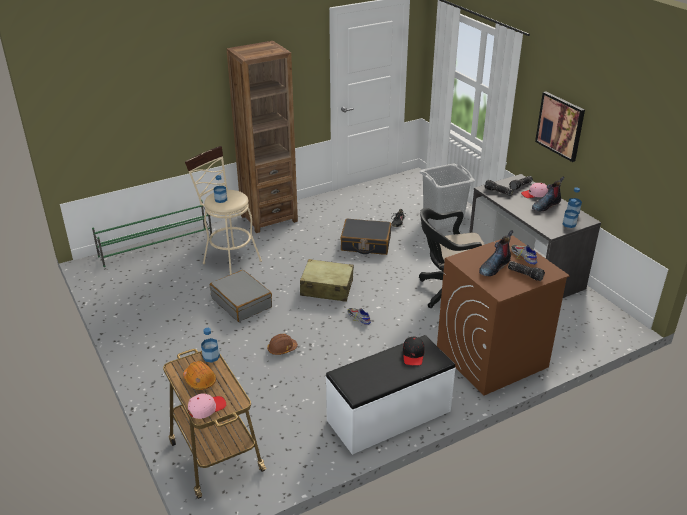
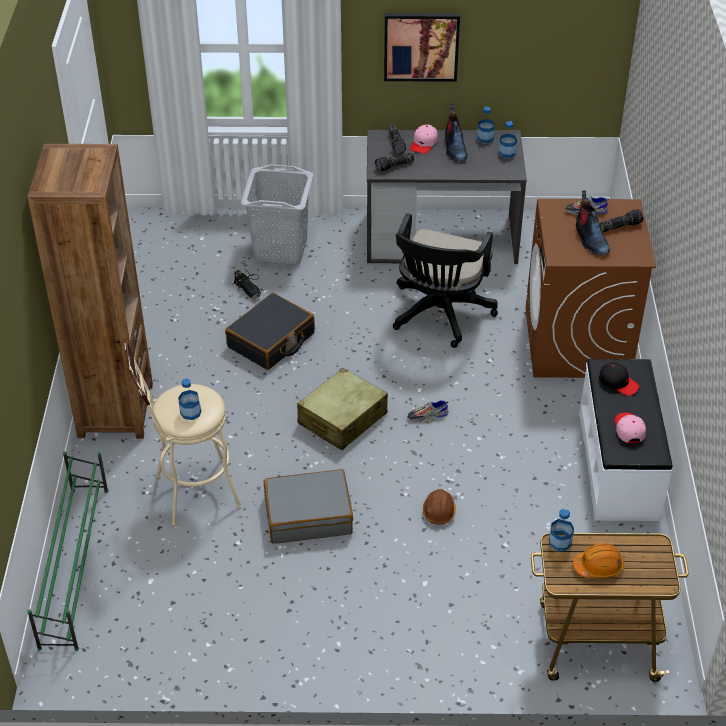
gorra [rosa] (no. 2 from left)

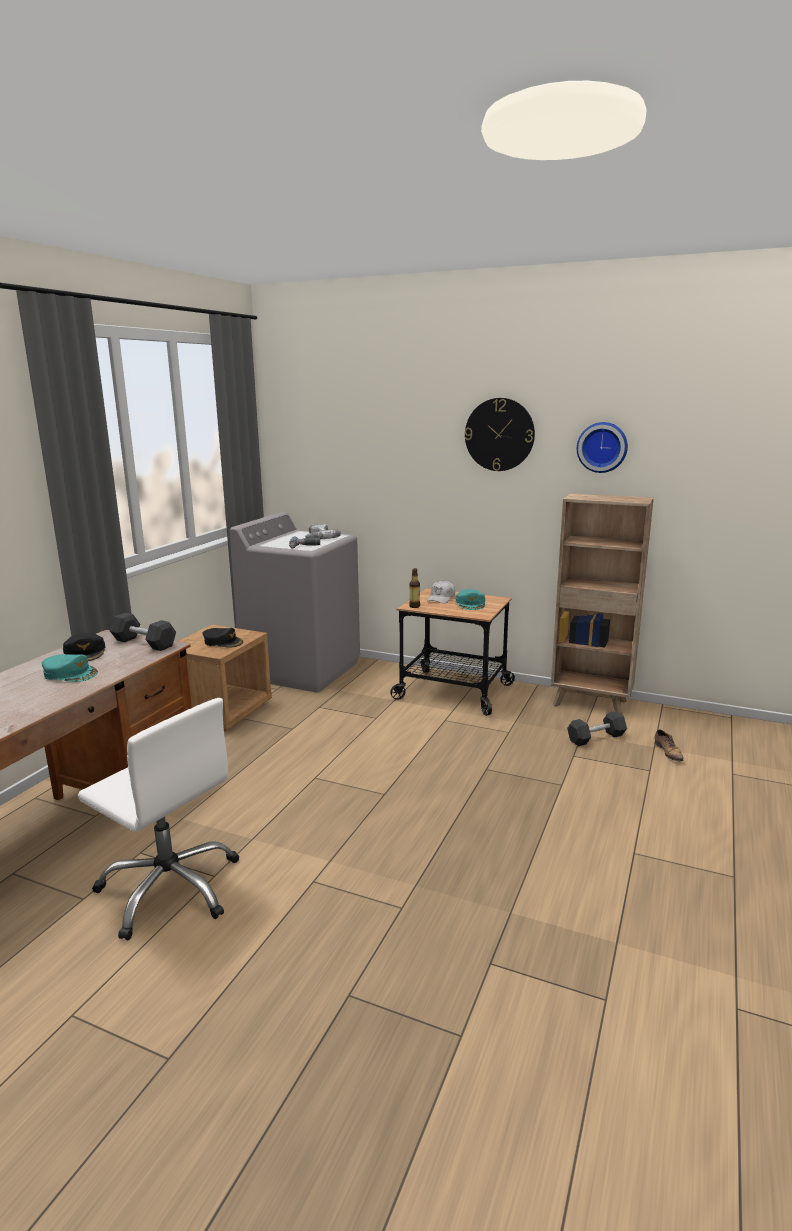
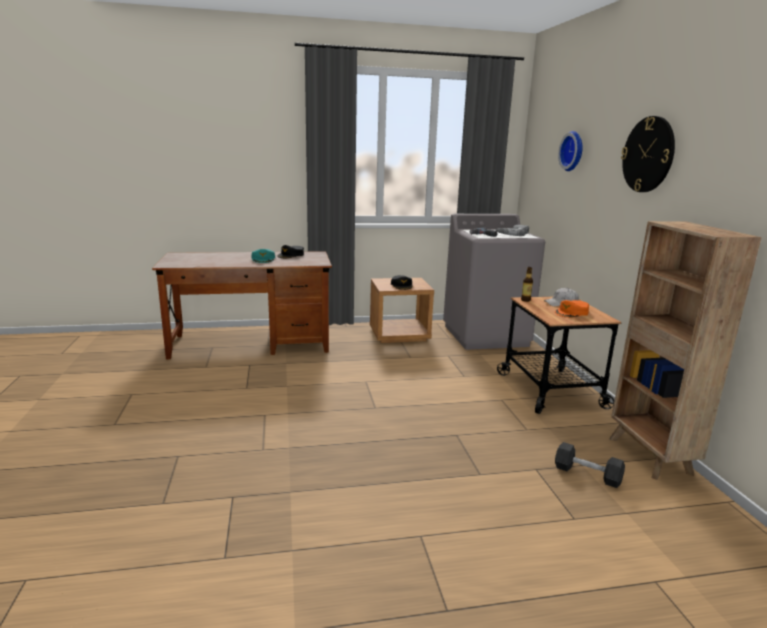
silla de oficina [blanco]; mancuerna [negro] (no. 1 from left in the first image); gorra [naranja]; reloj de pared (no. 1 from left); zapato

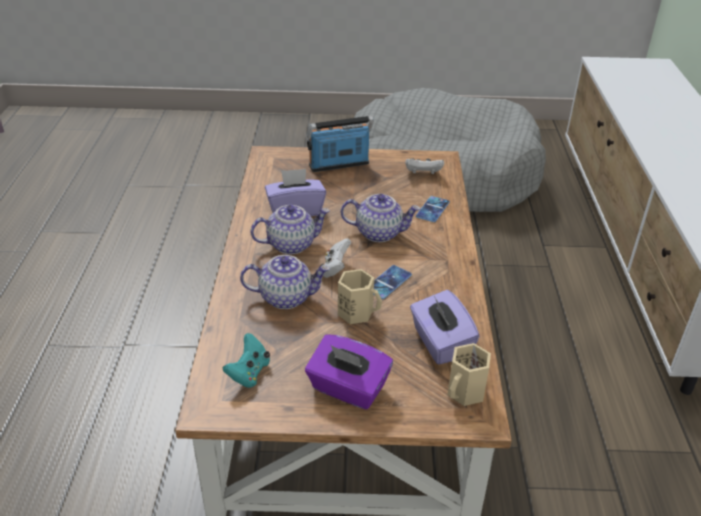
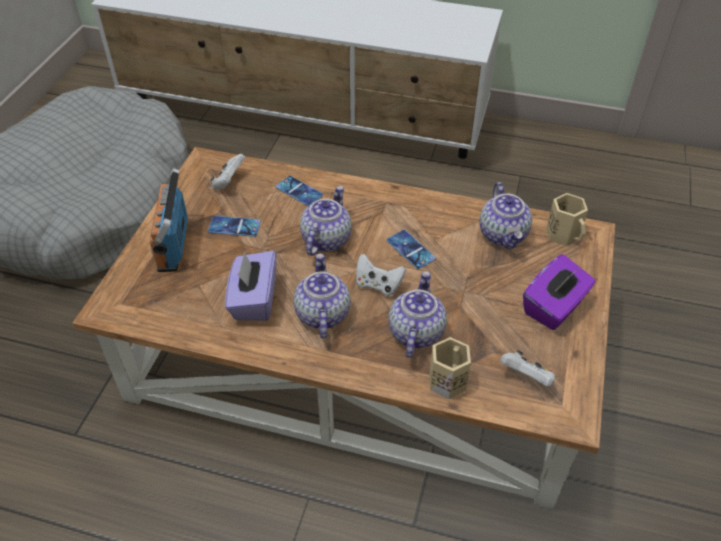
mando de consola [blanco] (no. 3 from left); taza grande [beis] (no. 1 from left); tetera (no. 4 from left); móvil (no. 1 from left)

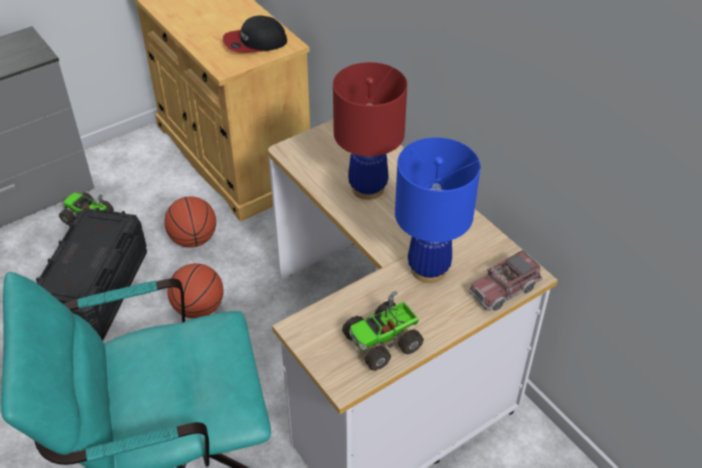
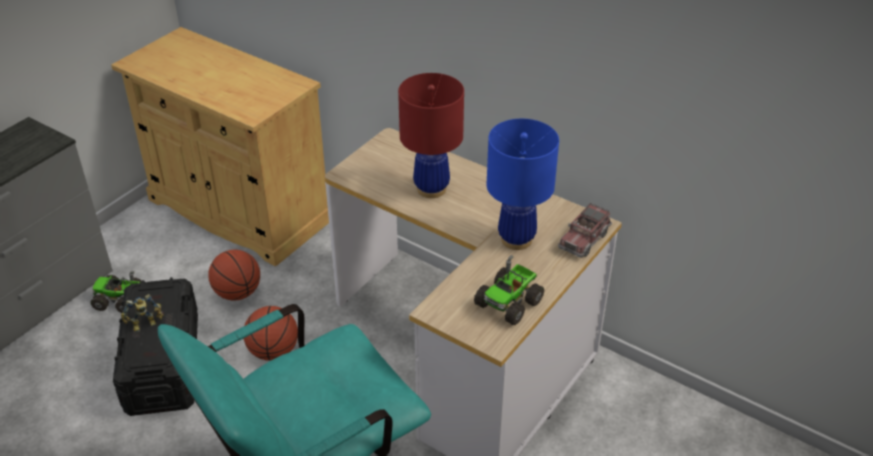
gorra; robot de juguete

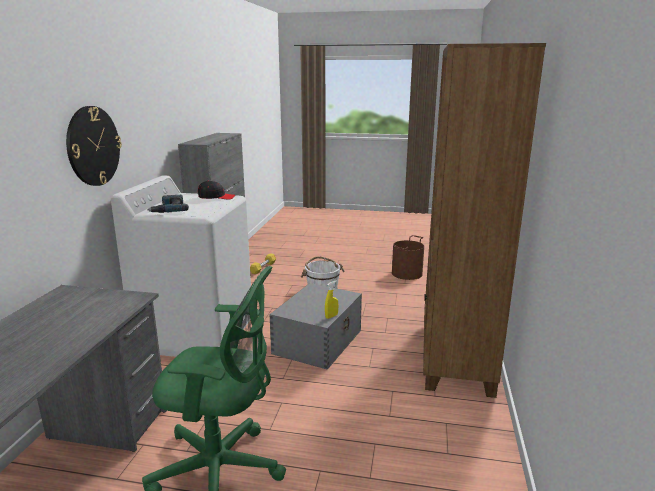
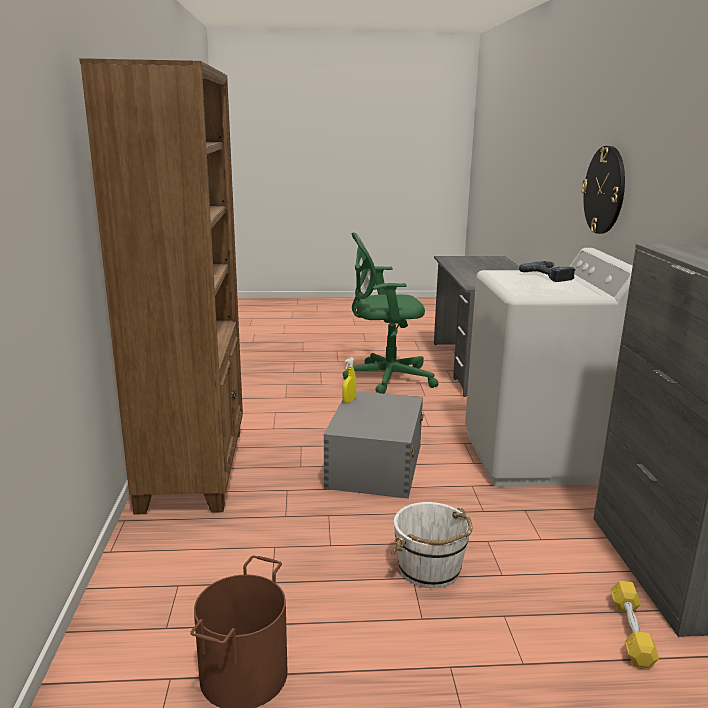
gorra [negro]

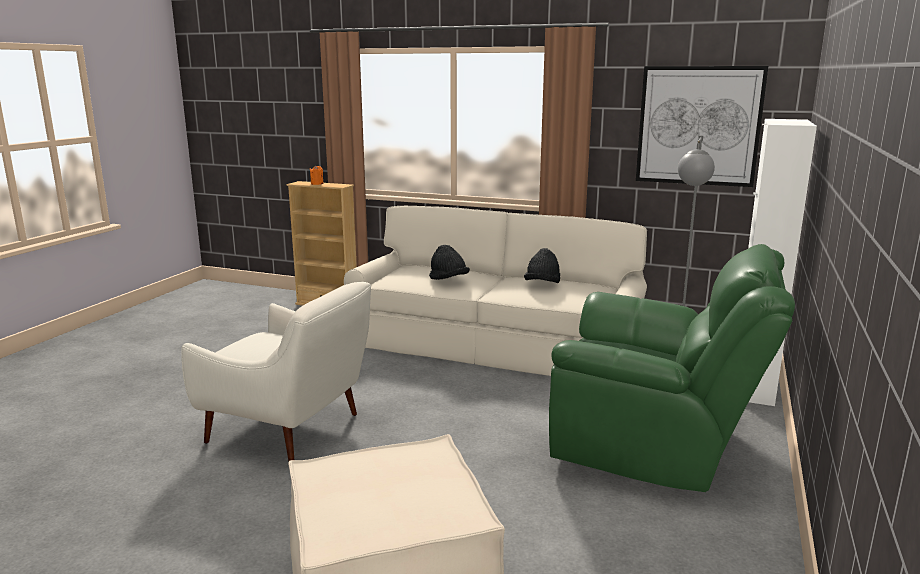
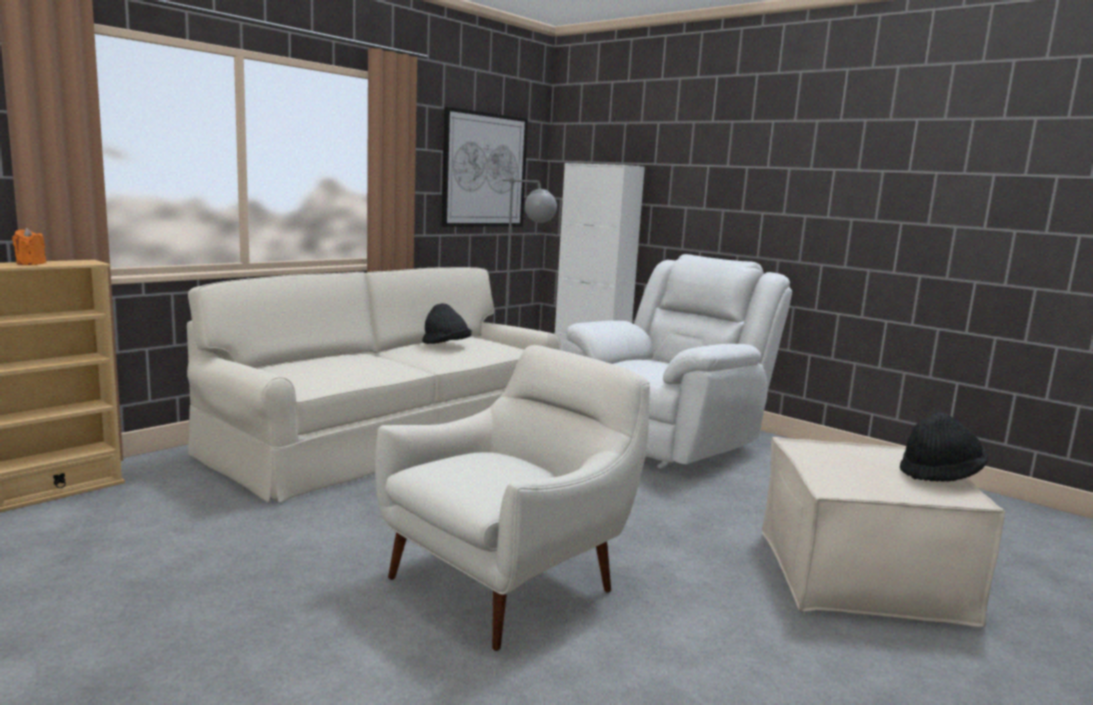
sombrero [negro] (no. 2 from left); sillón [blanco] (no. 2 from left)

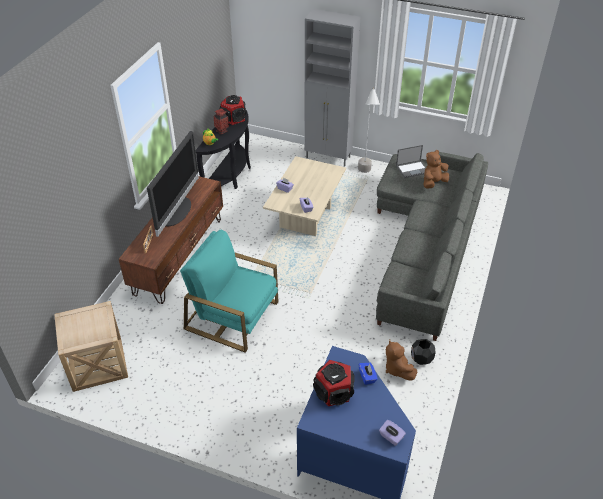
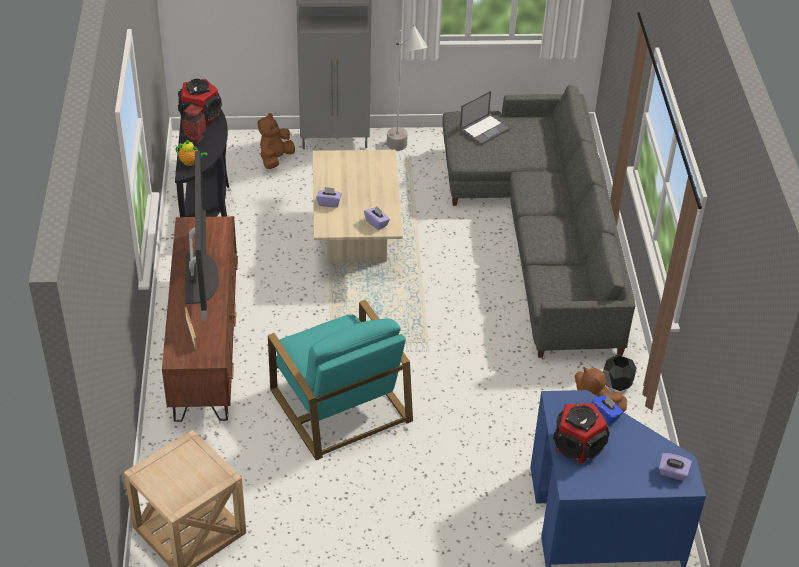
sillón [turquesa]; peluche [marrón] (no. 1 from left)

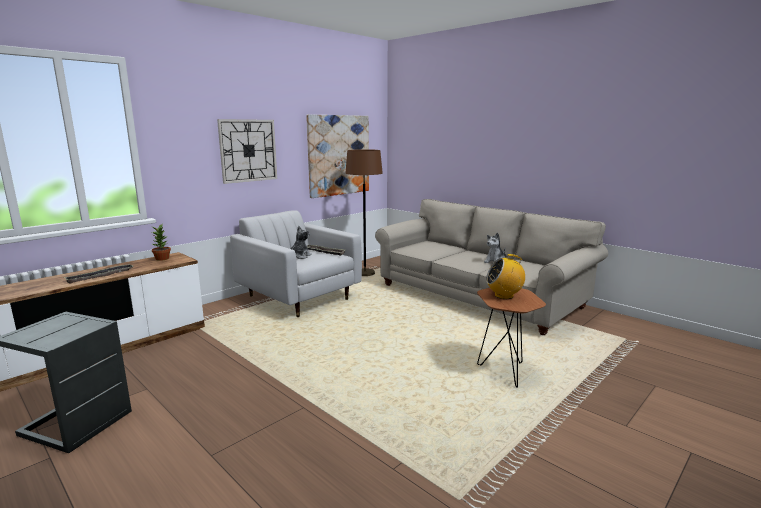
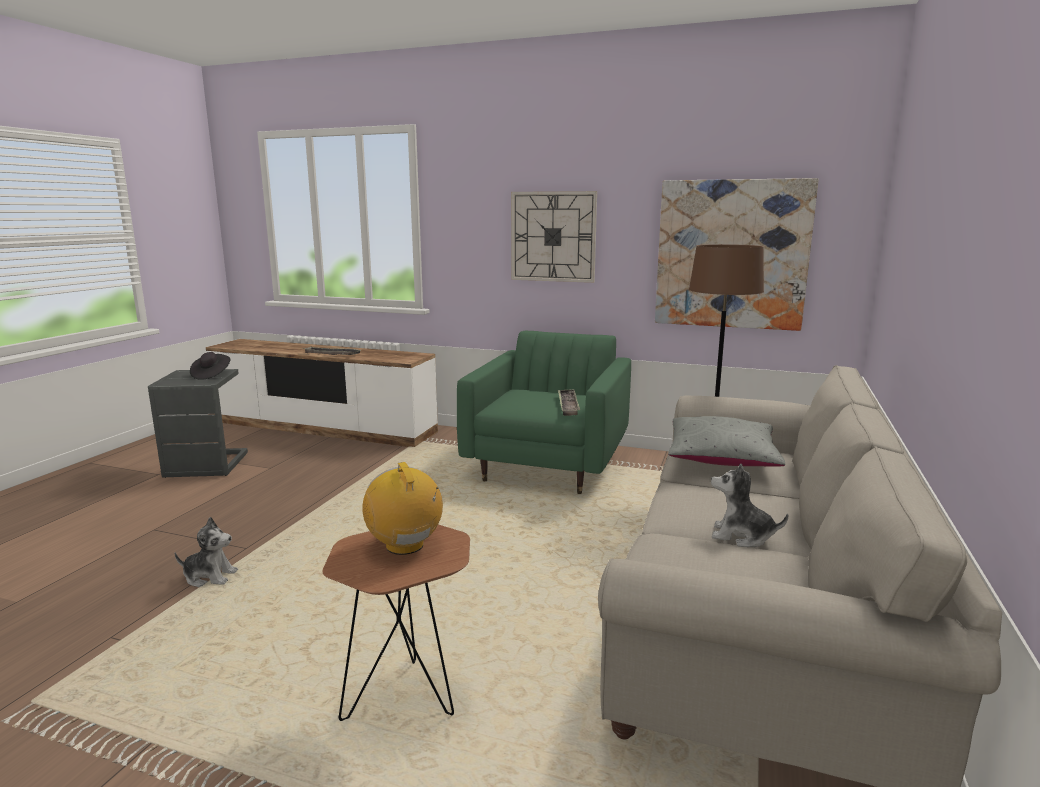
planta en maceta; sillón [verde]; peluche (no. 1 from left); sombrero [negro]; cojín [gris]

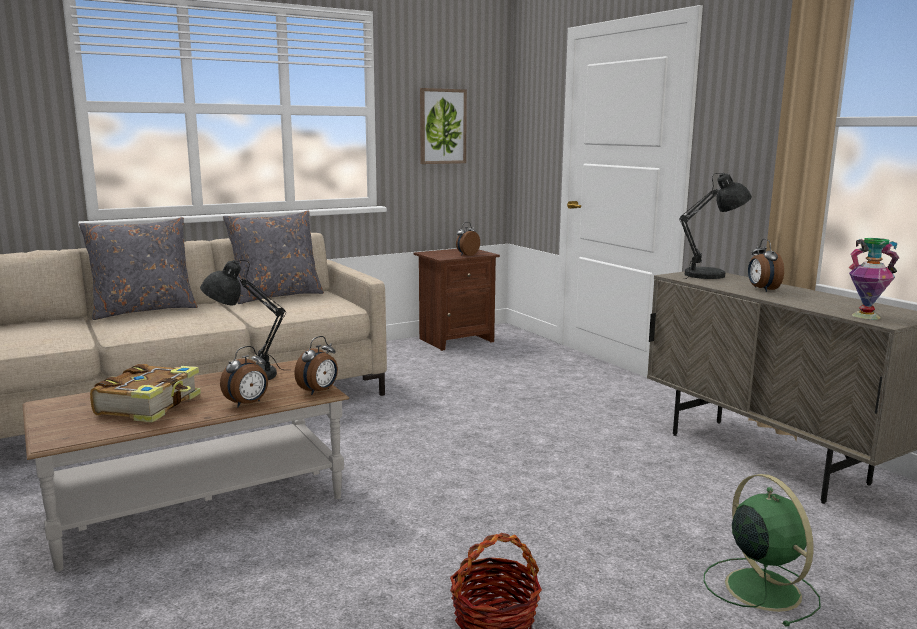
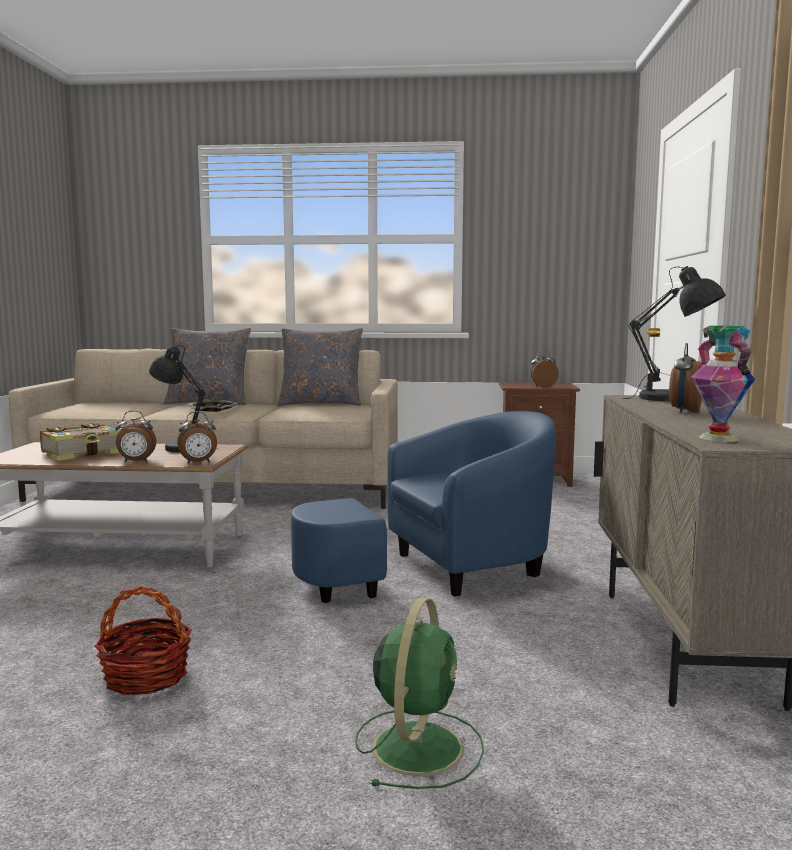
cuadro; bandeja; sillón [azul]

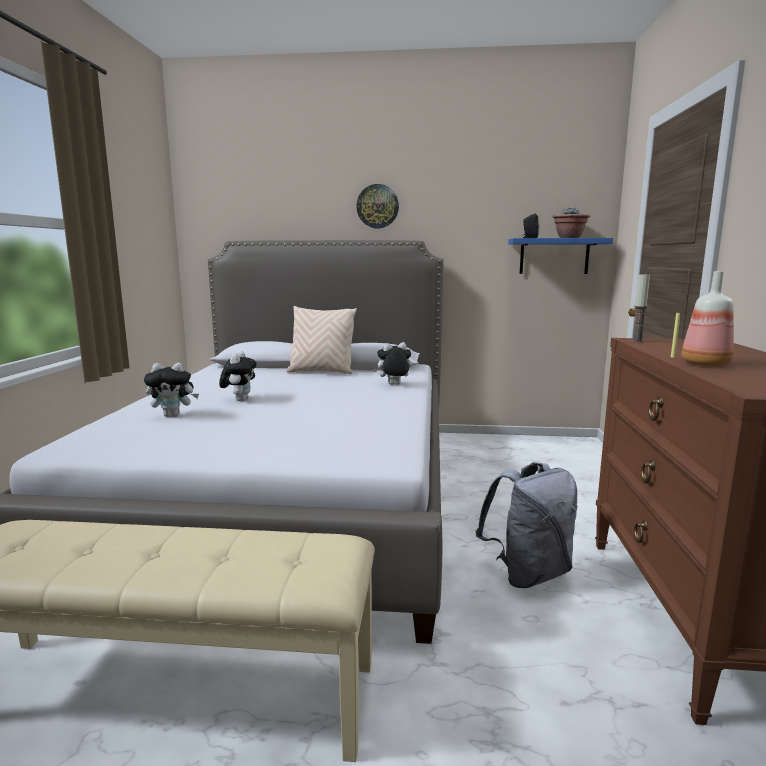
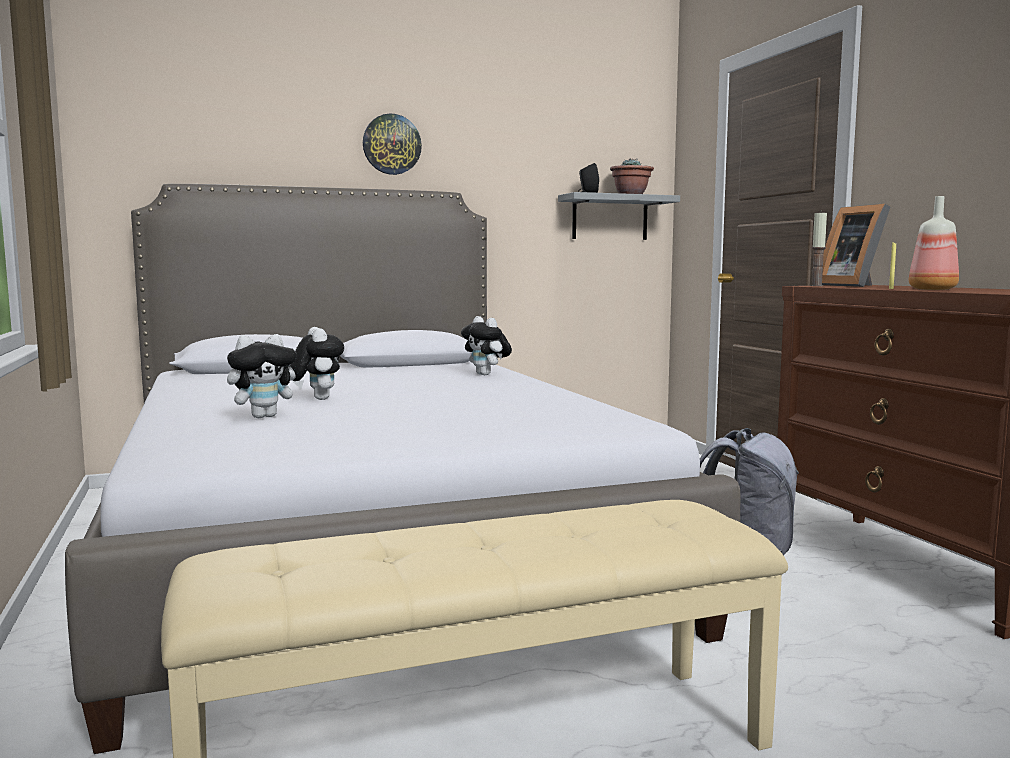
cojín [beis]; peluche (no. 3 from left); estante [gris]; portarretratos

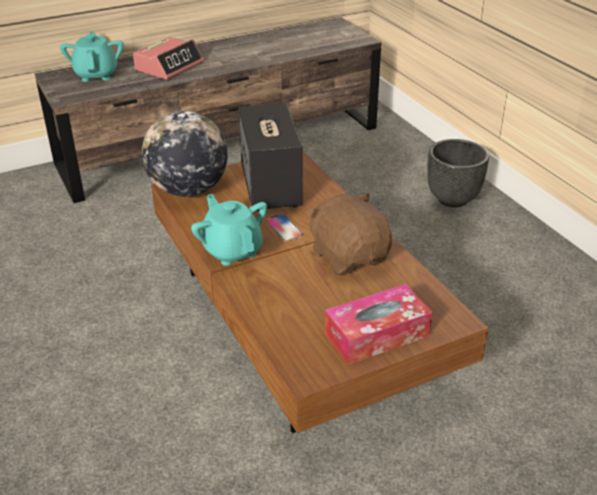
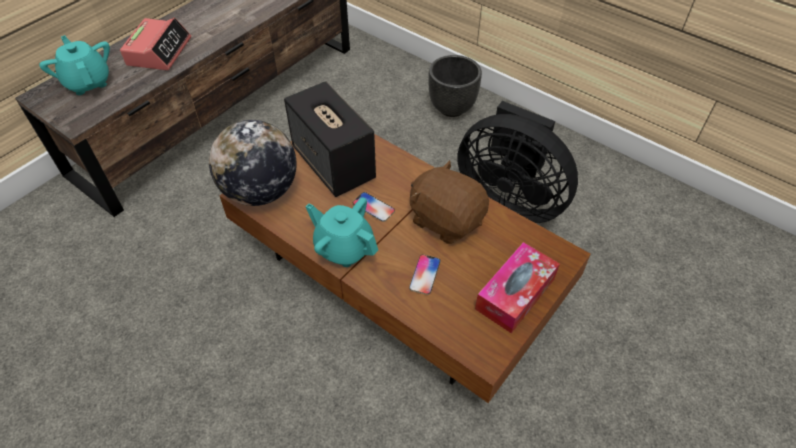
móvil (no. 2 from left); ventilador [negro]

